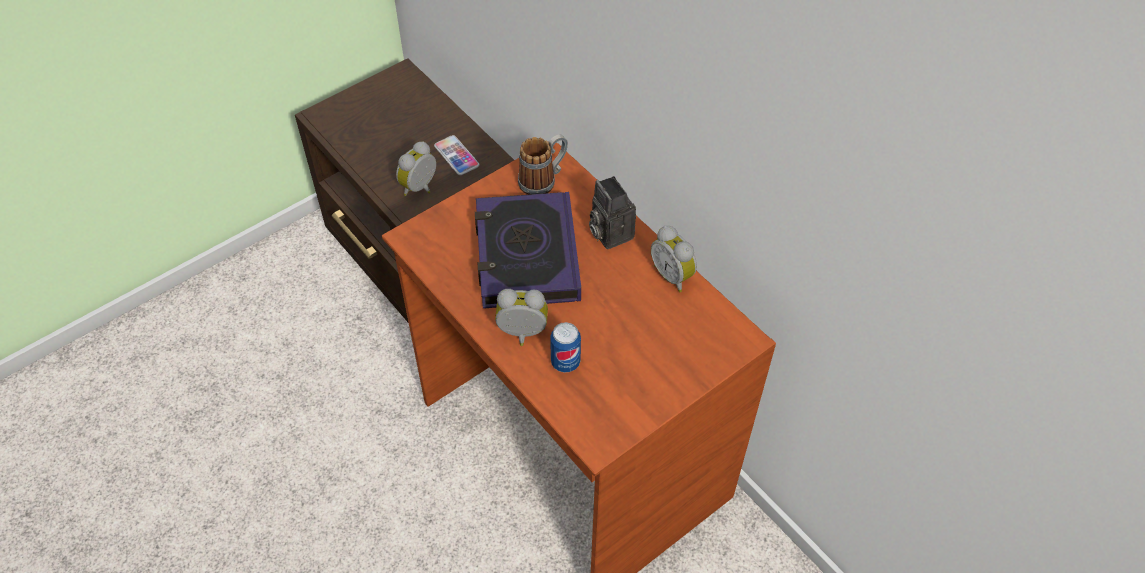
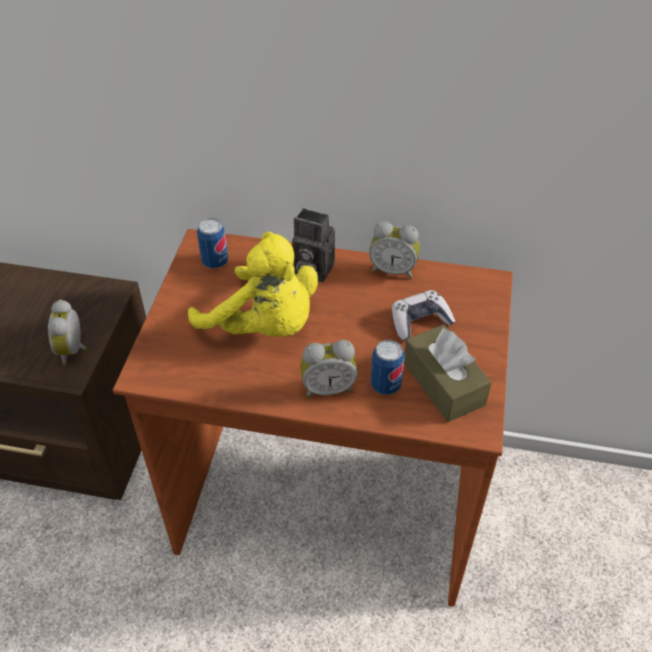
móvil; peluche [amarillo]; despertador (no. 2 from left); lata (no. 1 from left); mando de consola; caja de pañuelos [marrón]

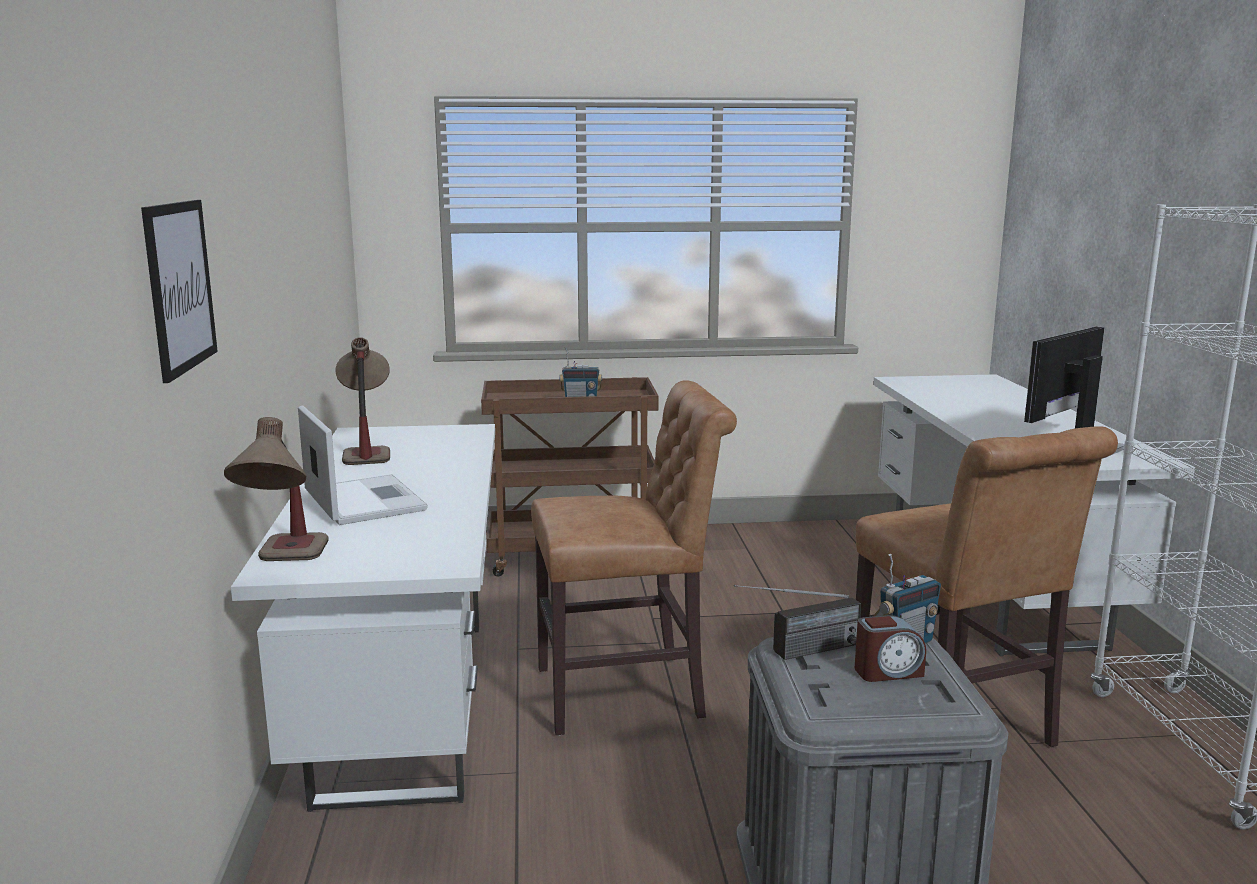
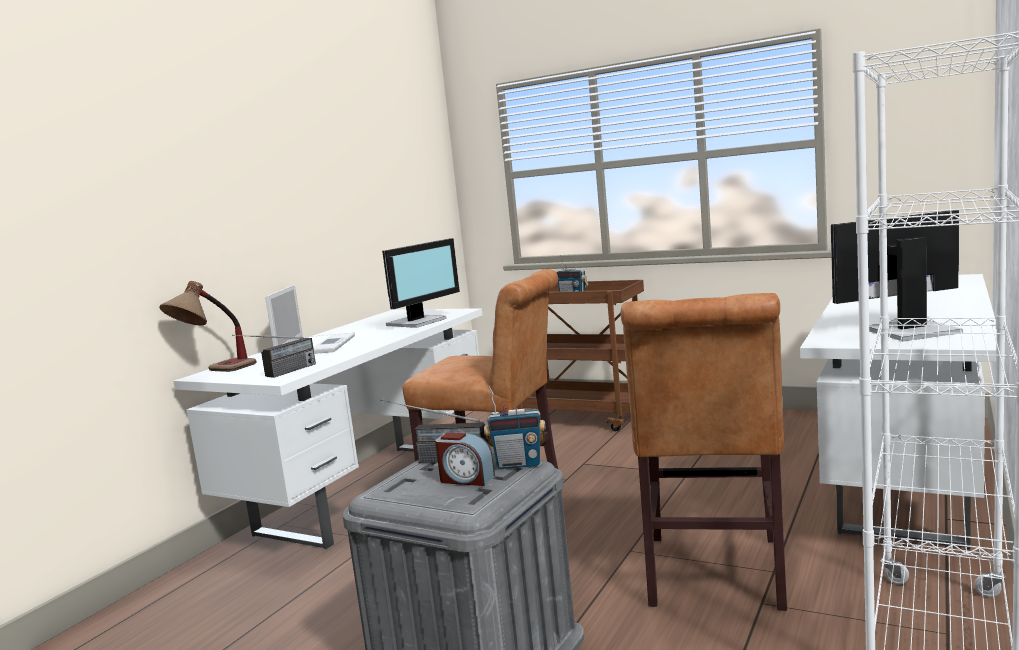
cuadro; lámpara de mesa (no. 2 from left in the first image); radio (no. 1 from left); monitor (no. 1 from left)

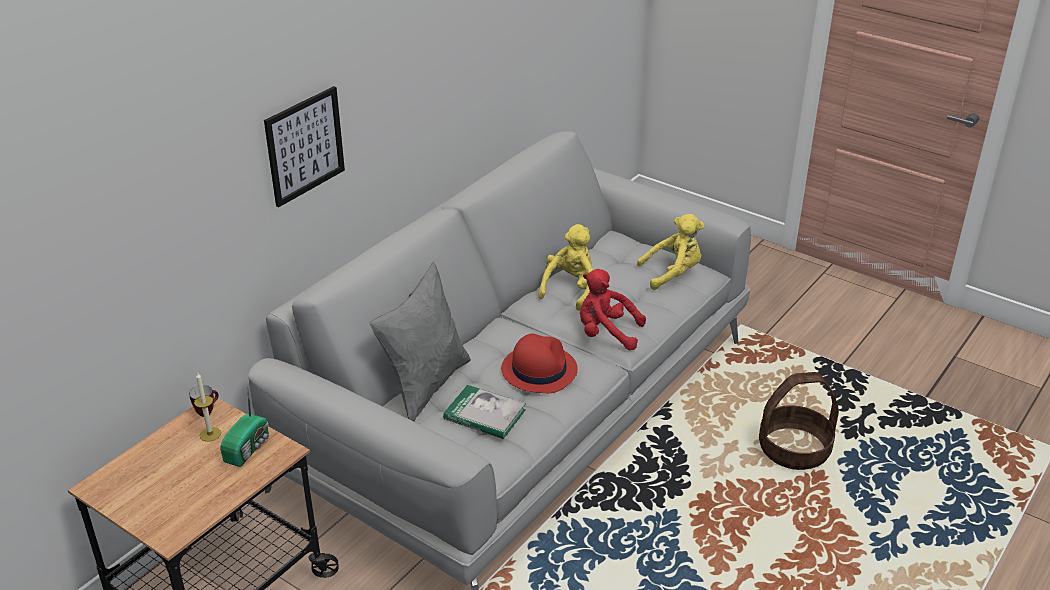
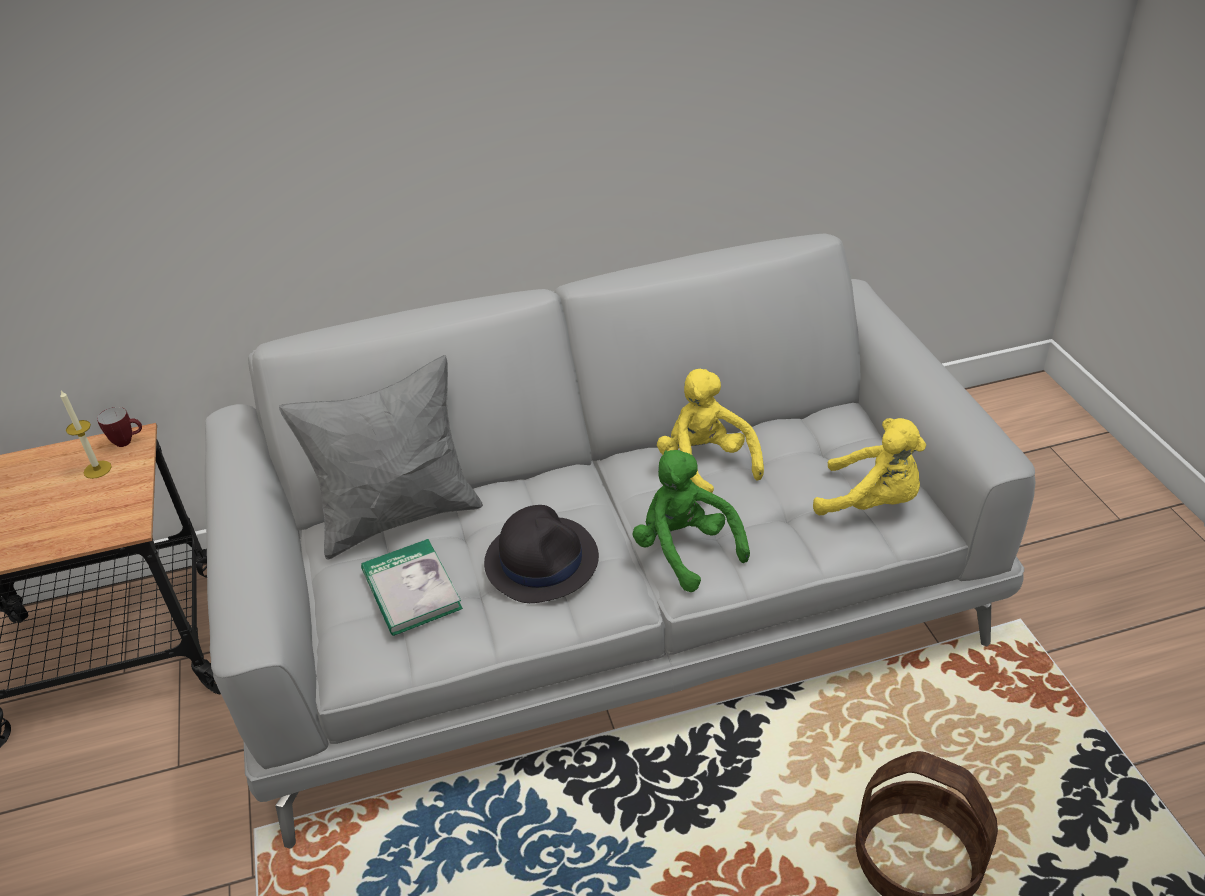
radio; cuadro; sombrero [negro]; peluche [amarillo] (no. 1 from left); peluche [verde]

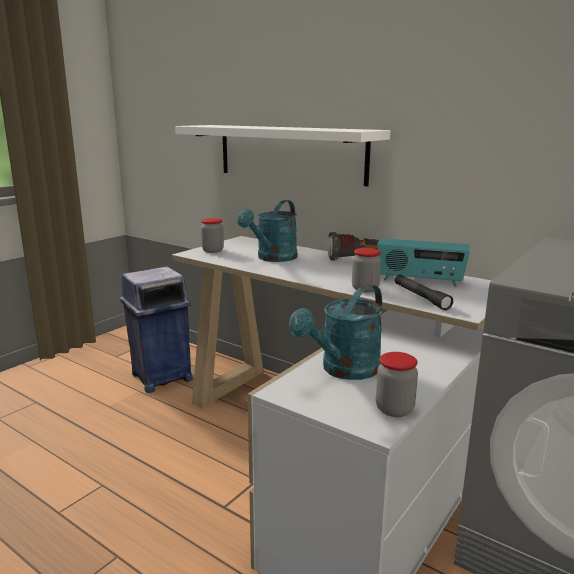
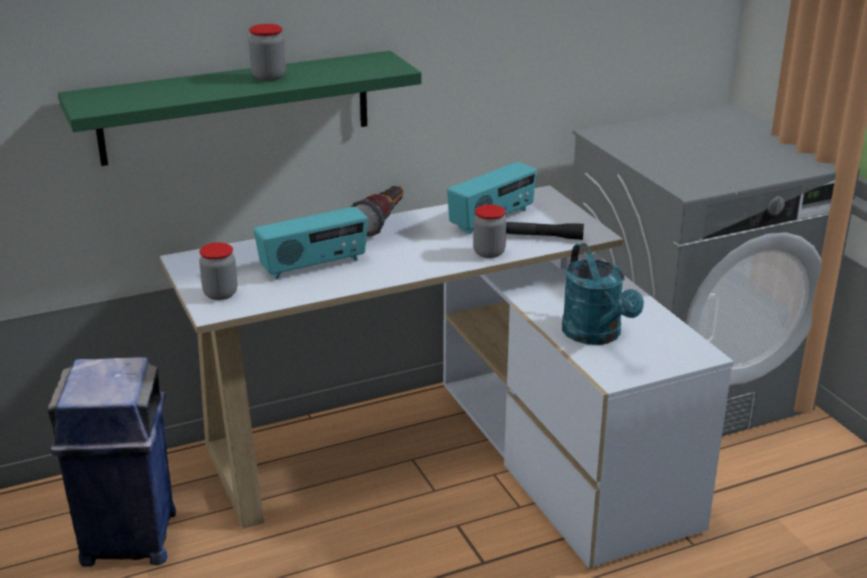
estante [verde]; radio (no. 1 from left); tarro (no. 2 from left)

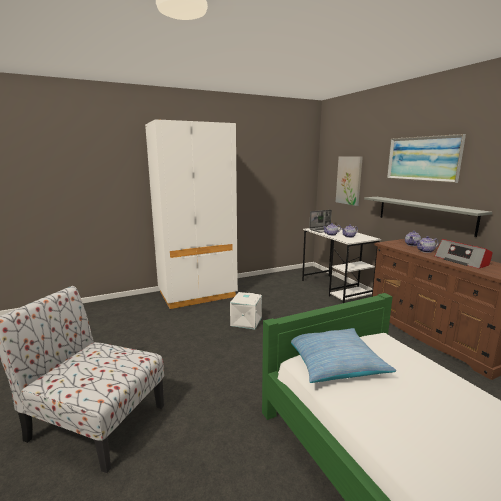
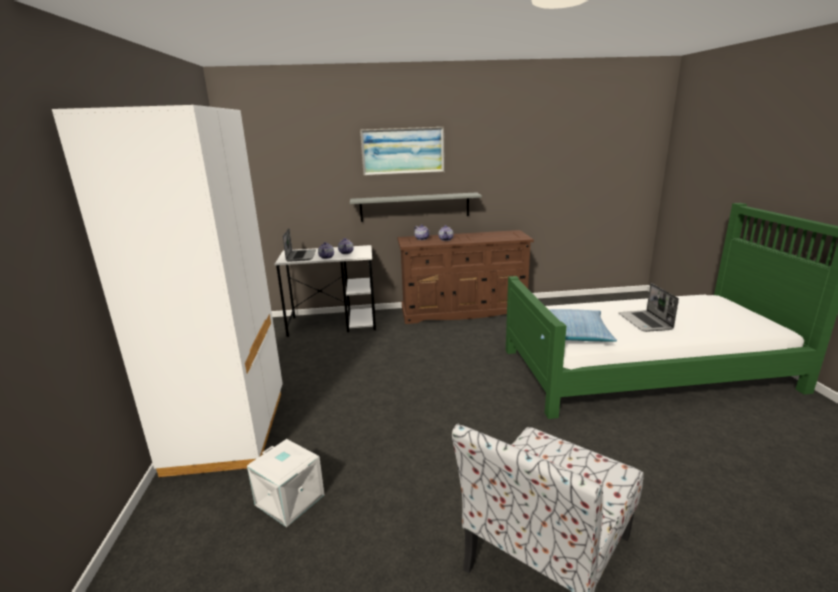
caja de almacenaje [blanco]; cuadro (no. 1 from left in the first image); radio; portátil (no. 2 from left)

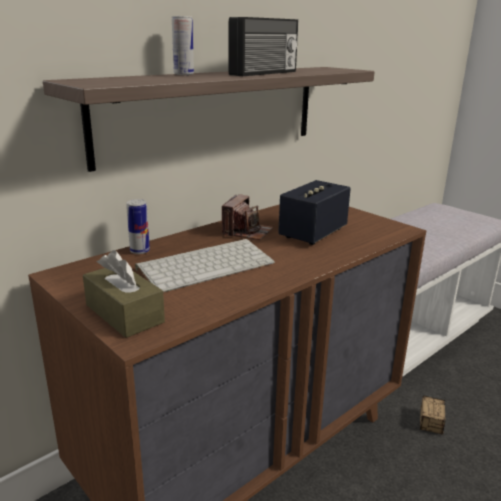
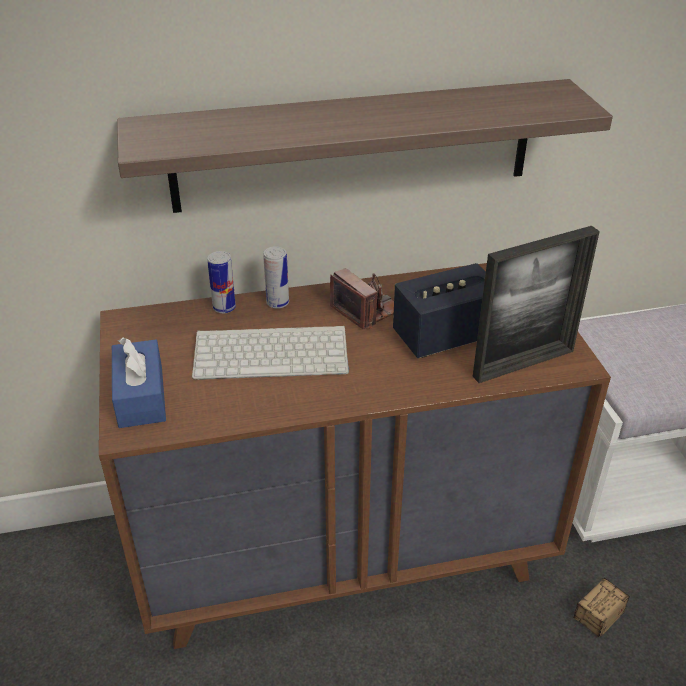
caja de pañuelos [azul]; lata (no. 2 from left); cámara; radio; portarretratos

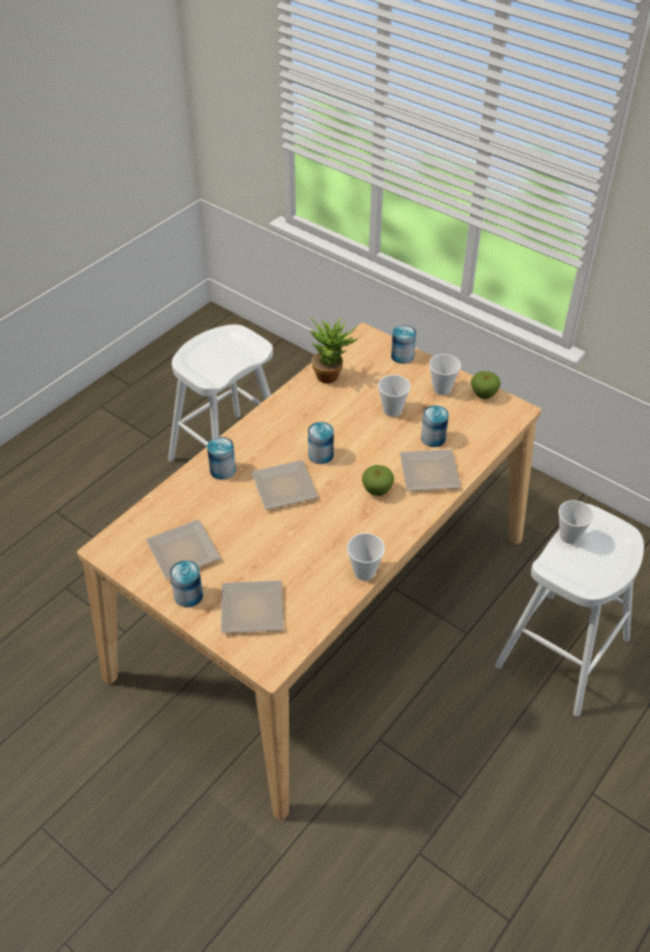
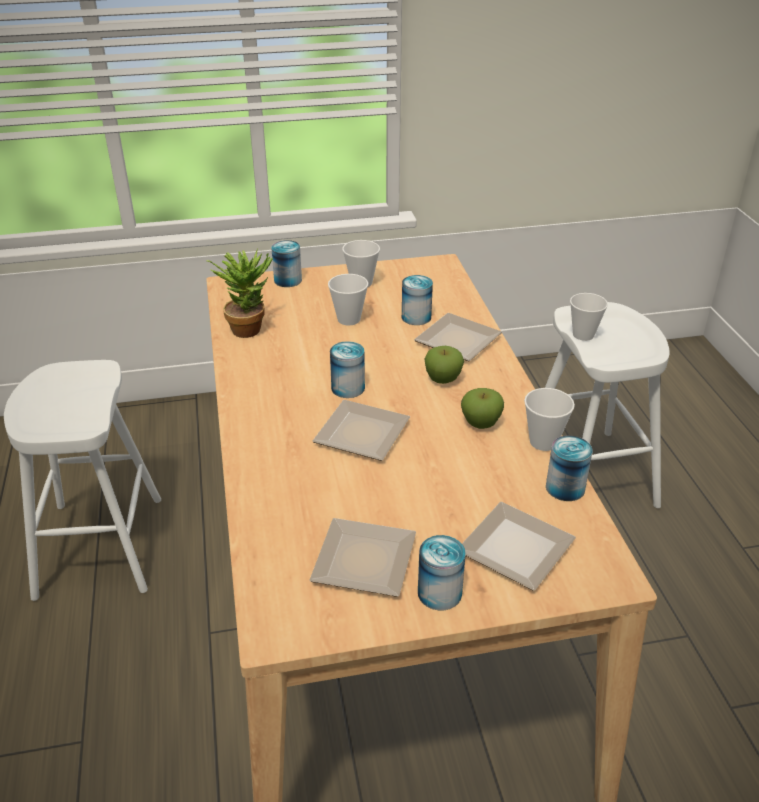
lata (no. 5 from left); manzana (no. 2 from left)

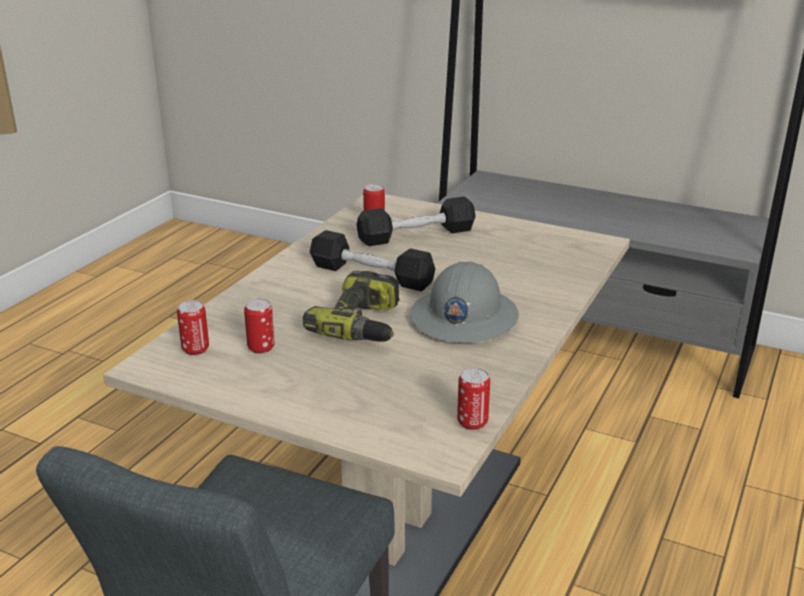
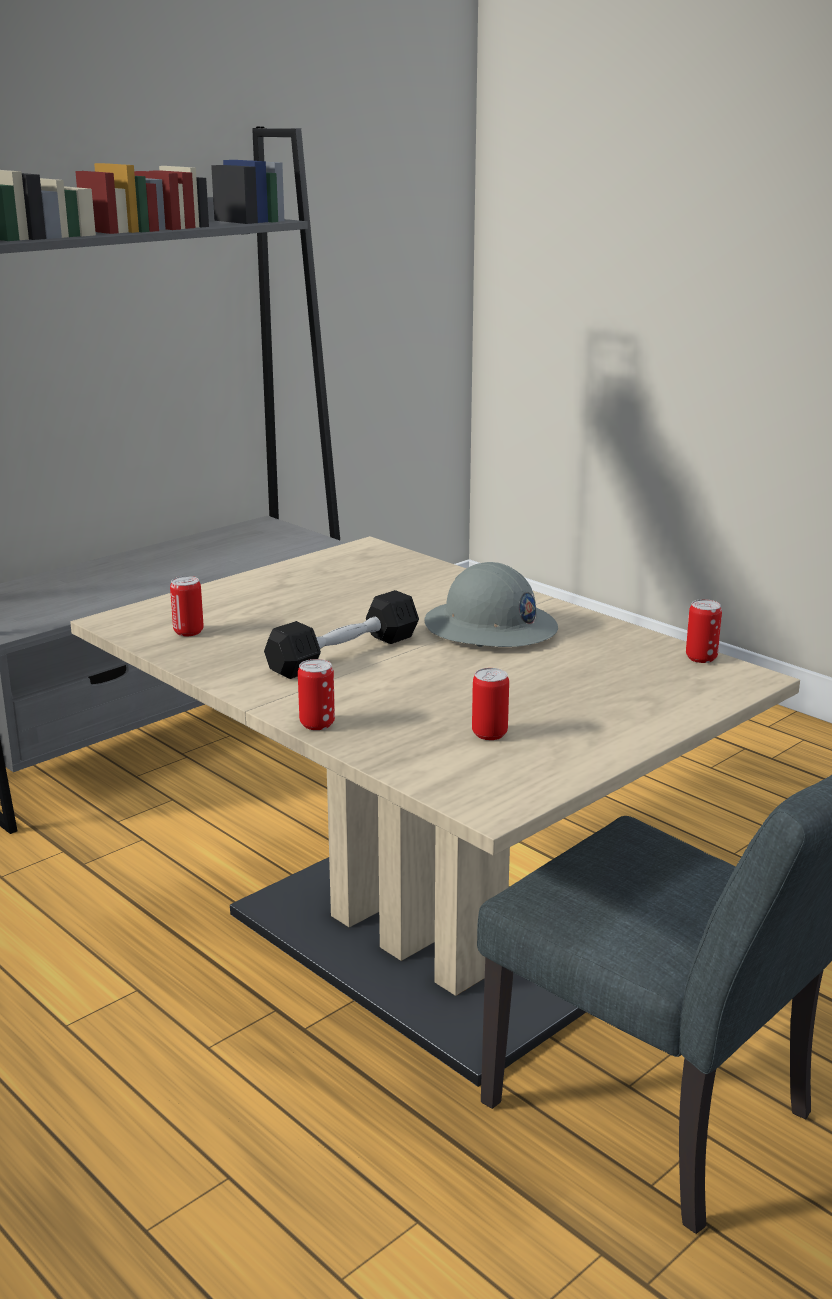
lata (no. 2 from left); taladro; mancuerna [negro] (no. 2 from left in the first image)

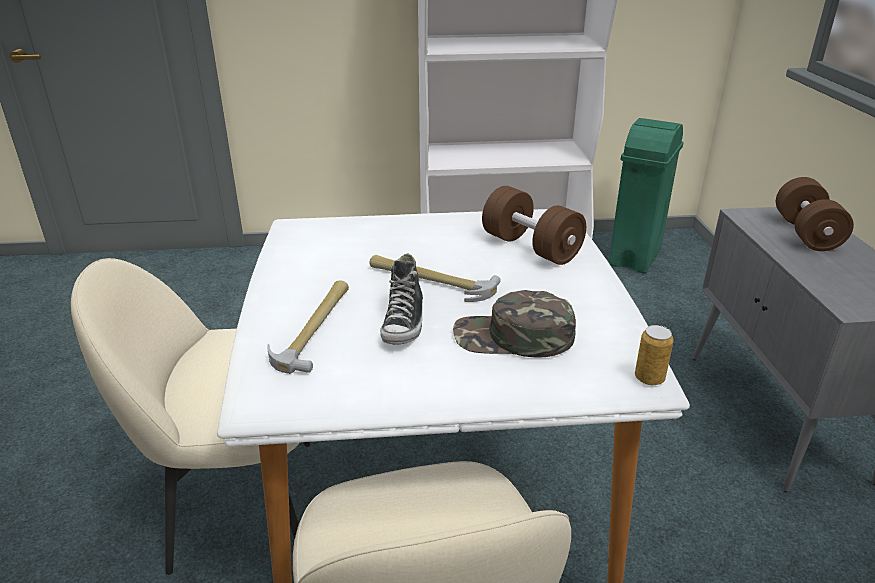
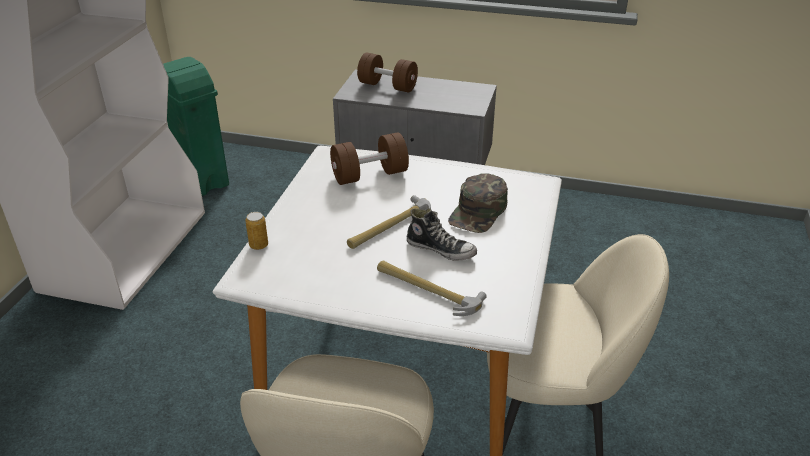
lata

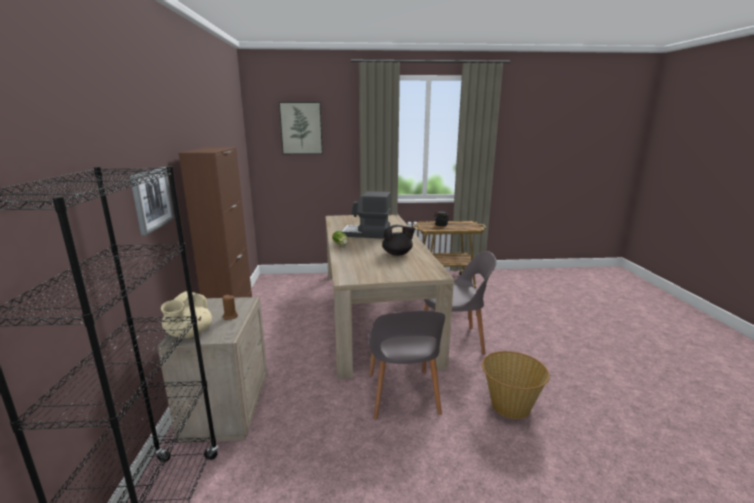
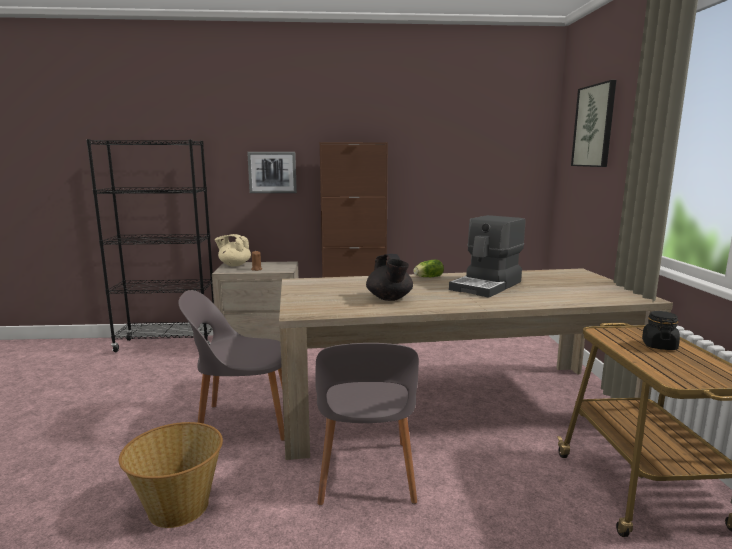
cafetera

